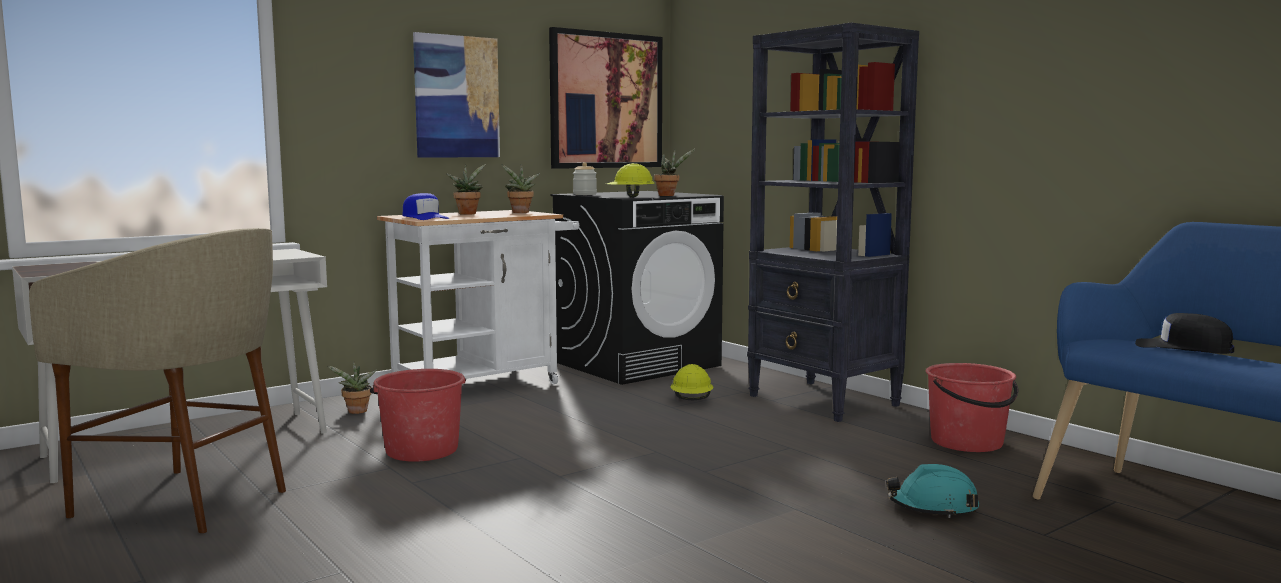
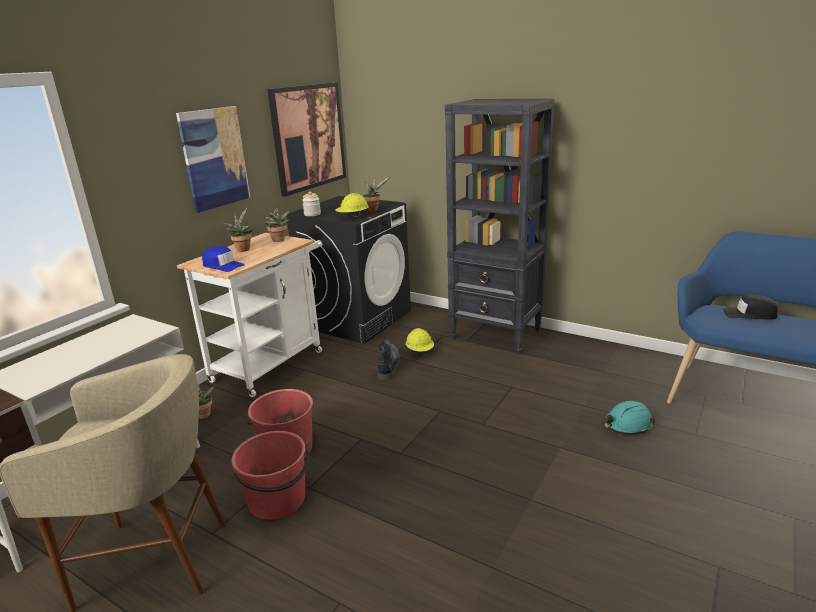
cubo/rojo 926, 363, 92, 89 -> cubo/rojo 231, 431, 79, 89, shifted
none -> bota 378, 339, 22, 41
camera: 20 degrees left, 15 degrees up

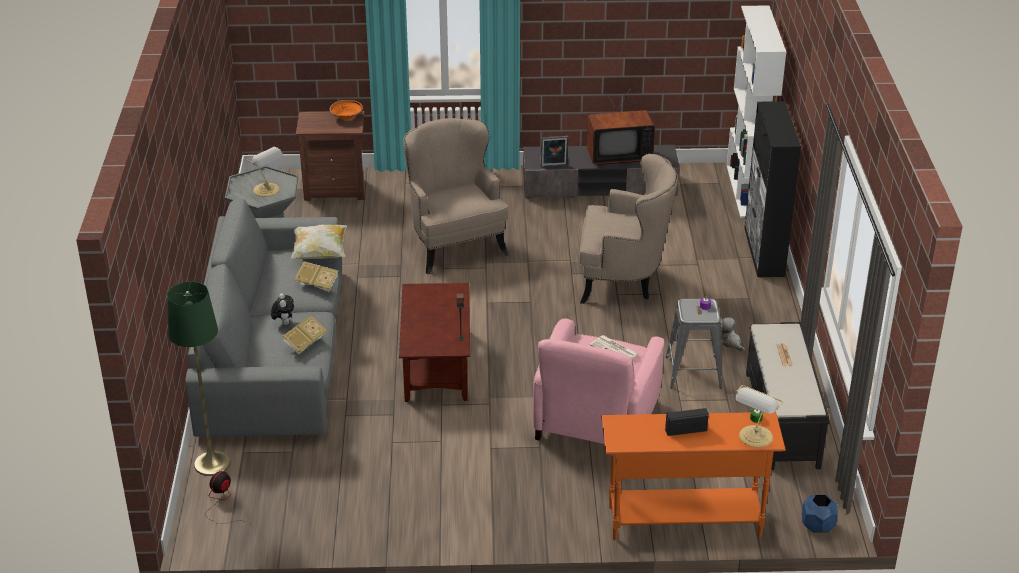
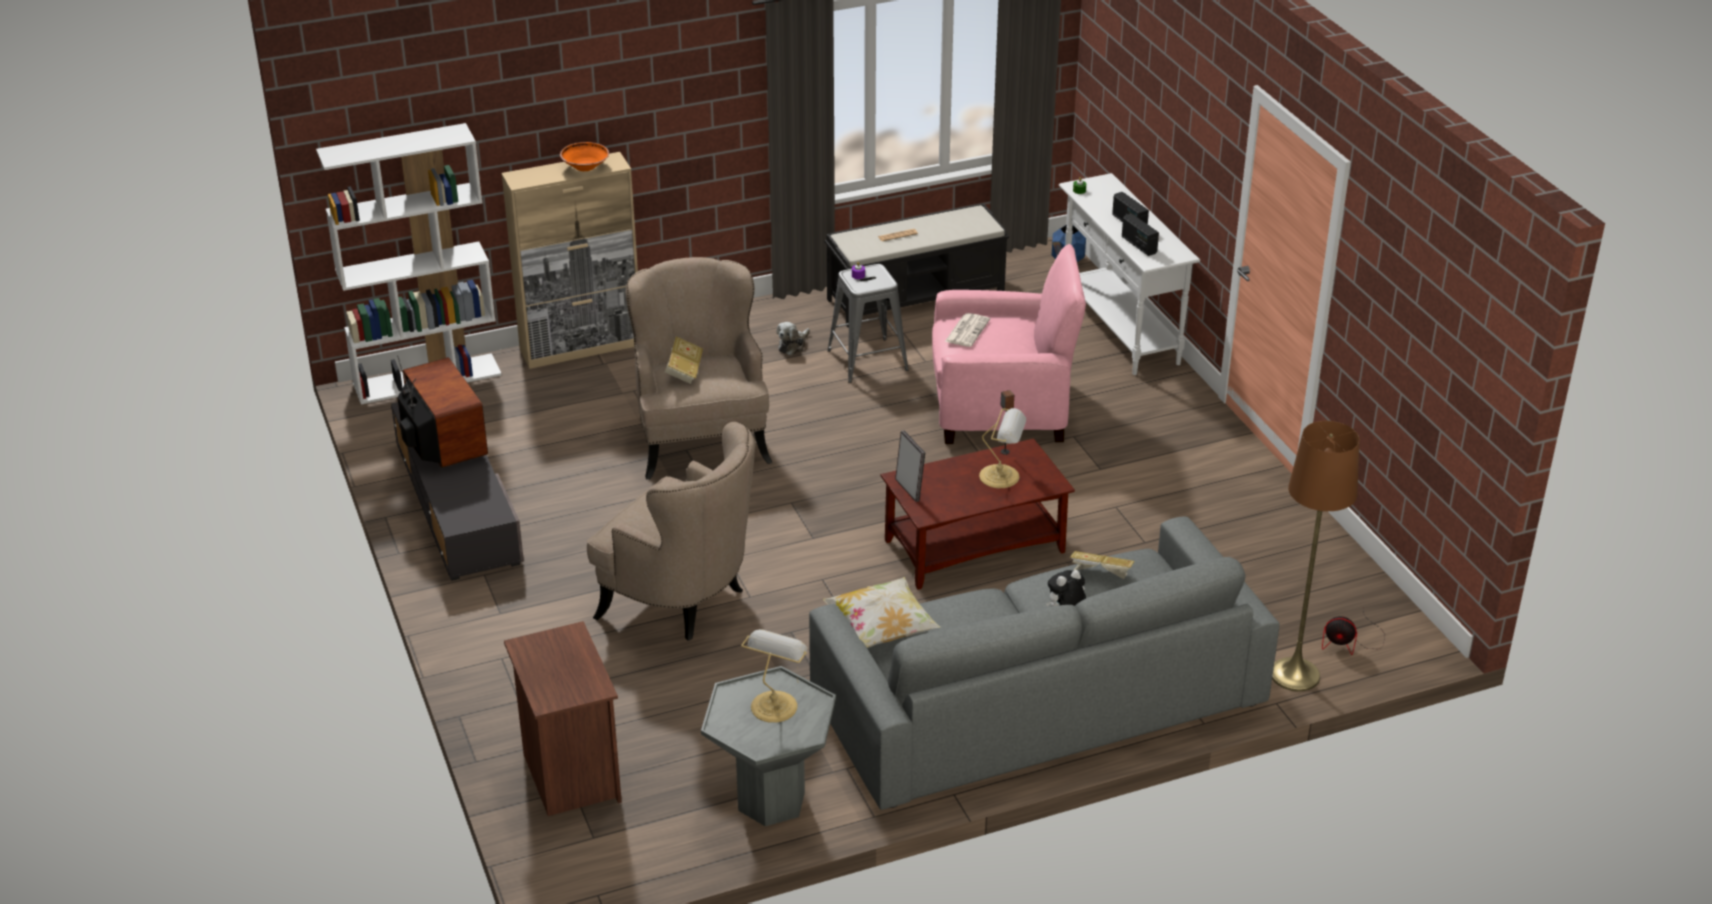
armario/negro 744, 101, 57, 176 -> armario/beis 502, 152, 136, 217
cuenco/naranja 329, 100, 34, 20 -> cuenco/naranja 560, 142, 49, 29, shifted
sillón/beis 403, 118, 106, 156 -> sillón/beis 587, 422, 169, 219, 105 degrees counterclockwise
libro 294, 261, 44, 31 -> libro 665, 336, 38, 48, shifted
portarretratos 541, 136, 27, 32 -> portarretratos 895, 430, 30, 72, shifted
lámpara de mesa 735, 385, 49, 63 -> lámpara de mesa 979, 408, 47, 80, shifted
mesa consola/naranja 601, 412, 185, 128 -> mesa consola/blanco 1059, 173, 141, 202
none -> radio 1122, 214, 37, 42
lámpara de pie/verde 167, 282, 63, 194 -> lámpara de pie/marrón 1272, 421, 88, 270
camera: 110 degrees left, 0 degrees up

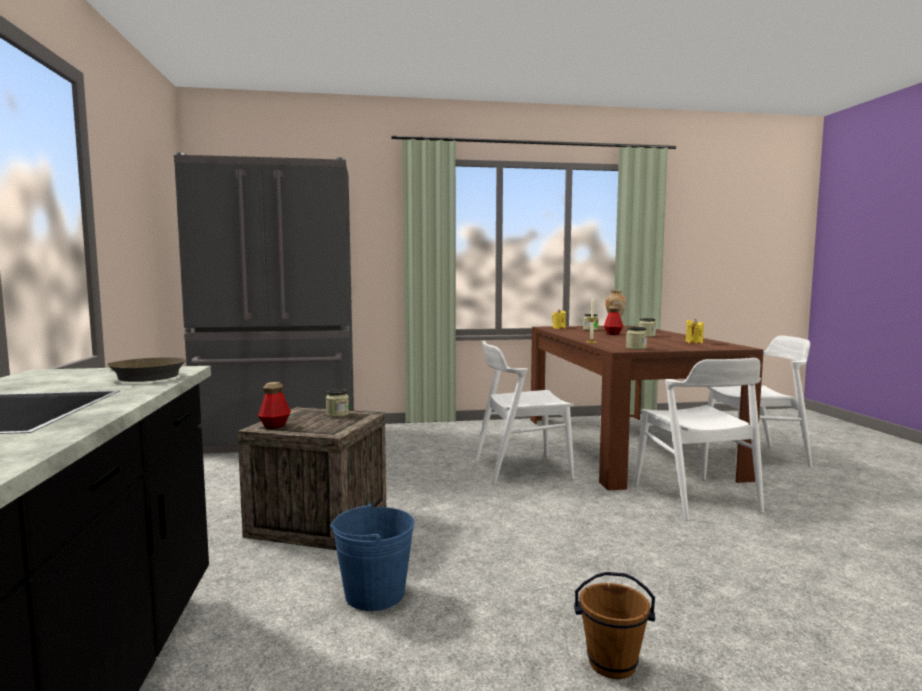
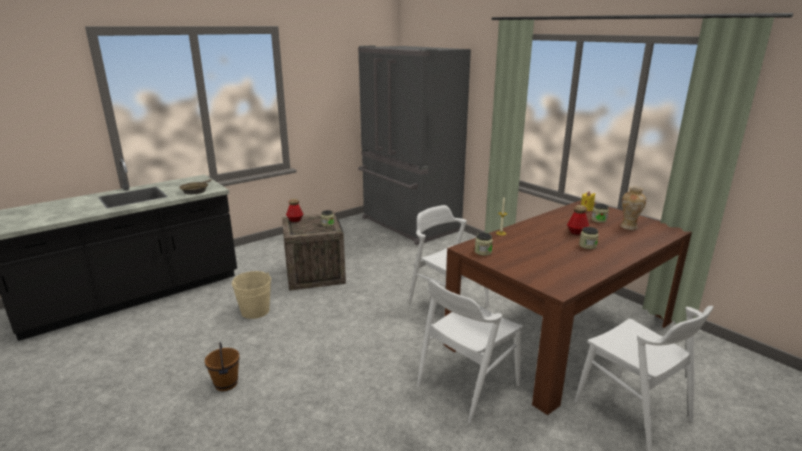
cubo/azul 330, 503, 85, 108 -> cubo/beis 232, 271, 39, 48
vela/amarillo 686, 319, 18, 25 -> none
camera: 60 degrees right, 15 degrees up

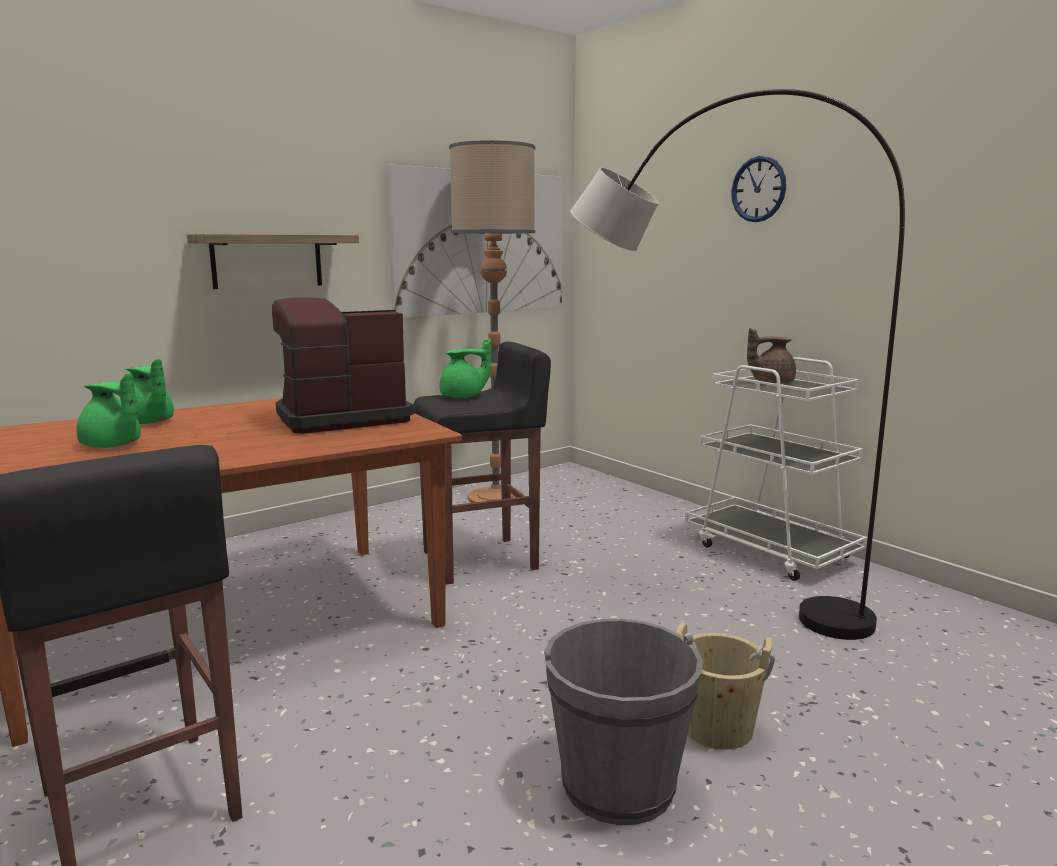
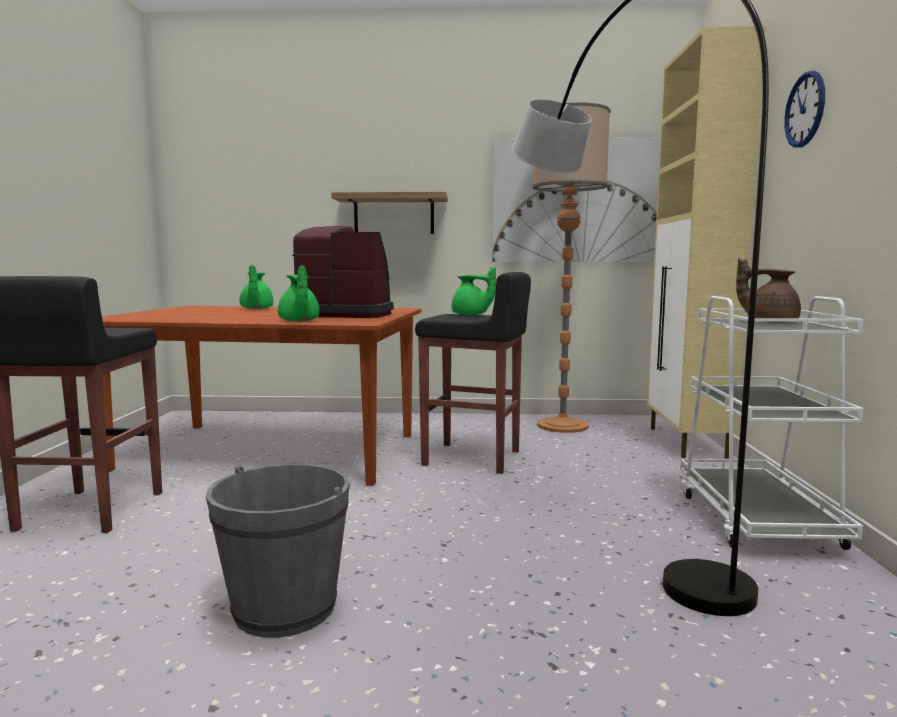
tetera/verde 76, 373, 65, 75 -> tetera/verde 278, 265, 41, 56, shifted
none -> armario/beis 647, 26, 119, 433
cubo/beis 676, 622, 99, 127 -> none
camera: 40 degrees right, 5 degrees down

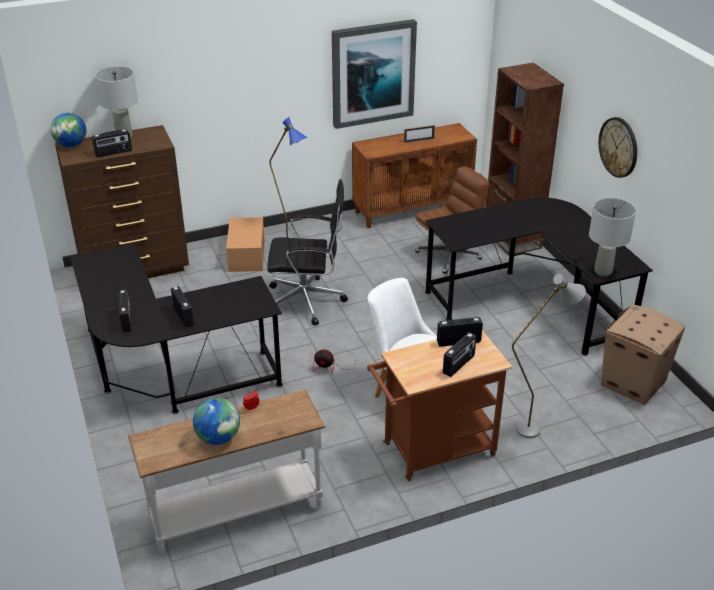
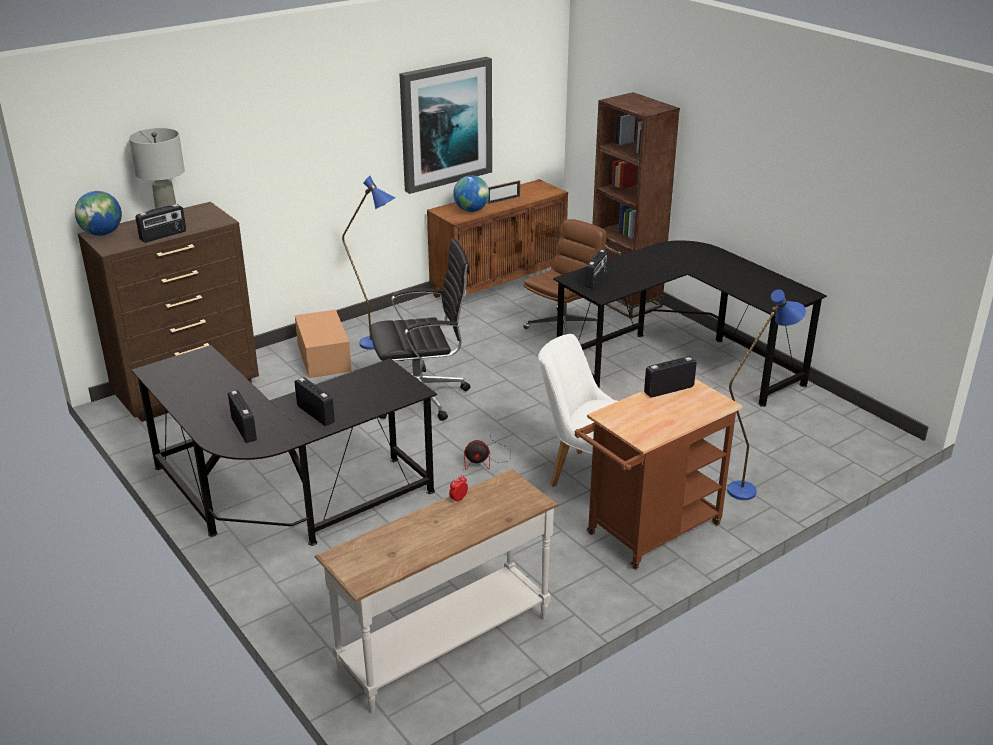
globo terráqueo 193, 398, 47, 47 -> globo terráqueo 453, 175, 36, 37, shifted
radio 443, 332, 33, 45 -> radio 585, 250, 23, 39, shifted
lámpara de pie/gris 512, 274, 74, 164 -> lámpara de pie/azul 727, 289, 79, 211
lámpara de mesa/gris 589, 198, 47, 78 -> none
reloj de pared 599, 117, 38, 61 -> none
caja de cartón 601, 304, 84, 101 -> none
camera: 15 degrees left, 5 degrees down

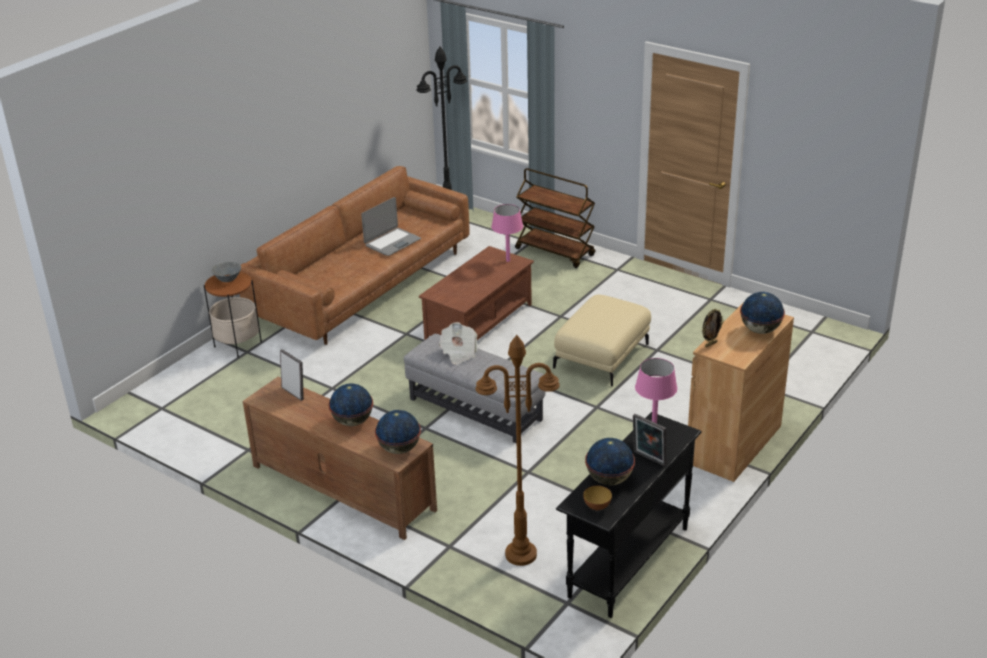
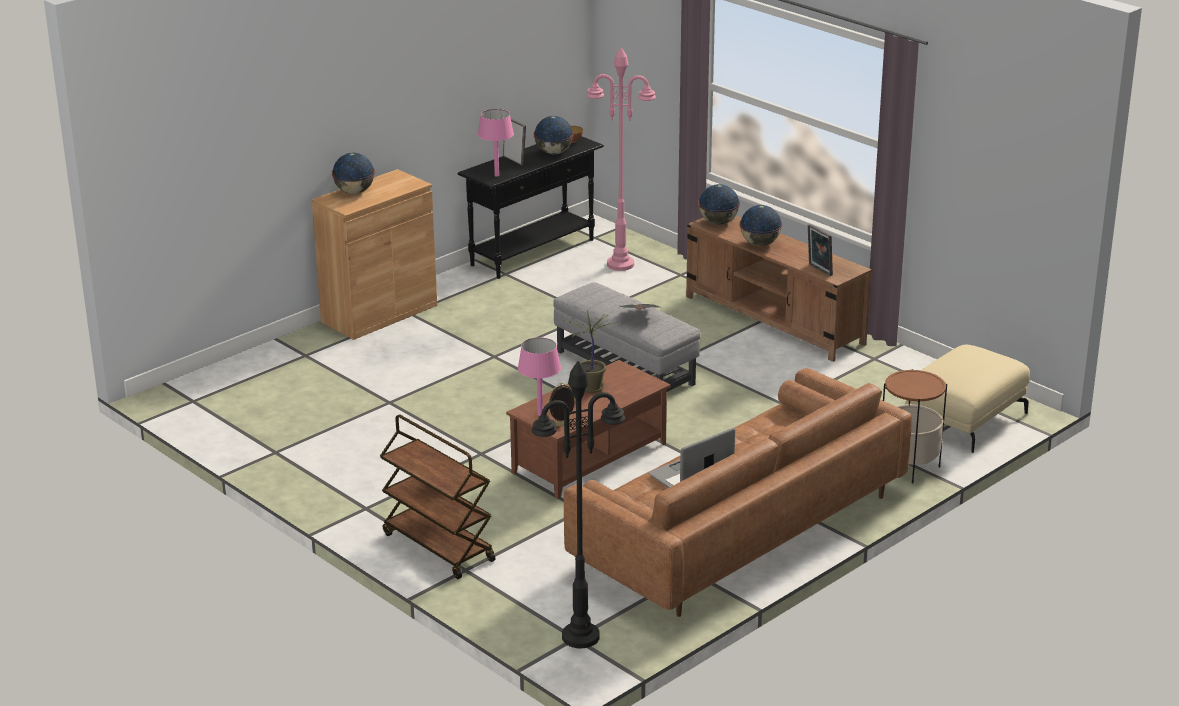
portarretratos 702, 309, 22, 38 -> portarretratos 547, 383, 29, 43, shifted
none -> planta en maceta 564, 310, 53, 83
lámpara de pie/marrón 476, 335, 84, 231 -> lámpara de pie/rosa 586, 47, 70, 224
puf/beis 553, 295, 98, 91 -> puf/beis 905, 345, 125, 108, shifted
cuenco/gris 211, 262, 30, 20 -> none
camera: 170 degrees left, 5 degrees down

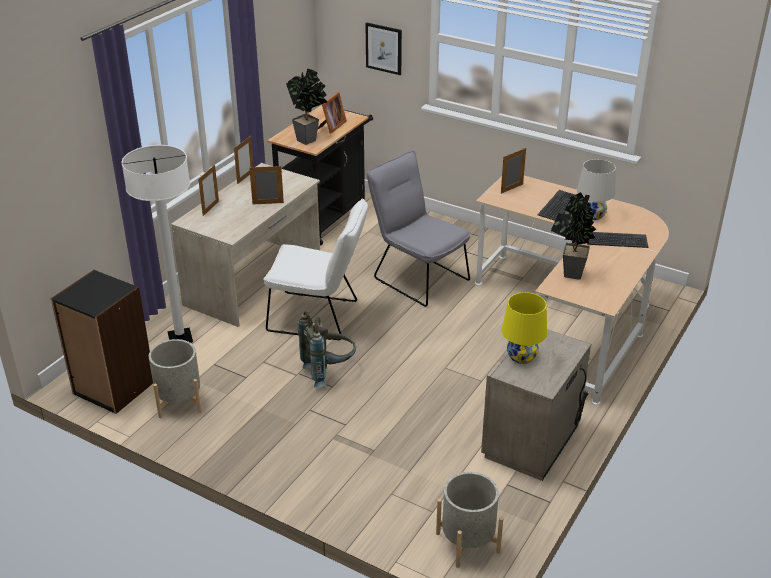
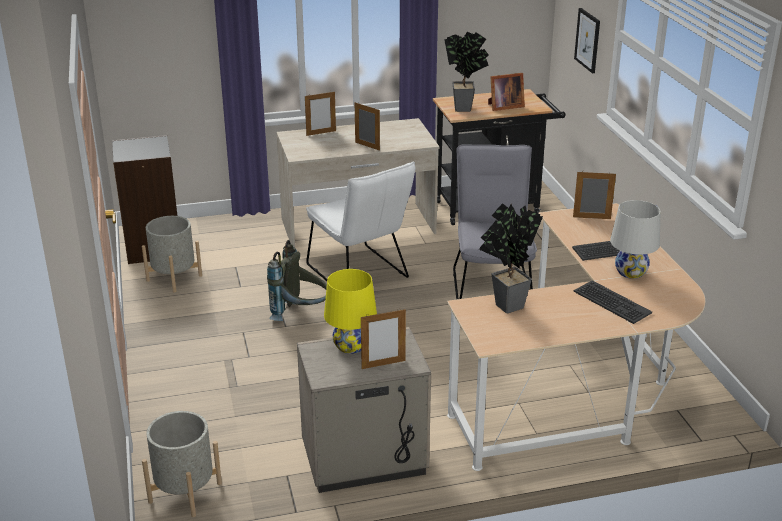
portarretratos 234, 136, 20, 48 -> portarretratos 361, 308, 45, 61, shifted
lámpara de pie/blanco 122, 145, 71, 198 -> none
camera: 45 degrees right, 5 degrees down

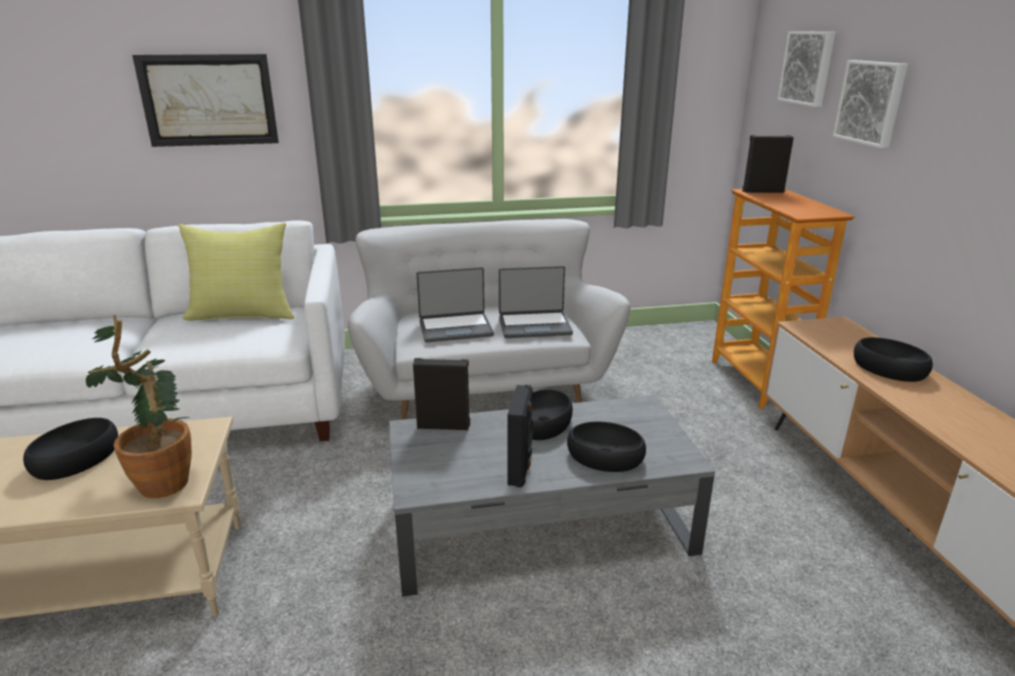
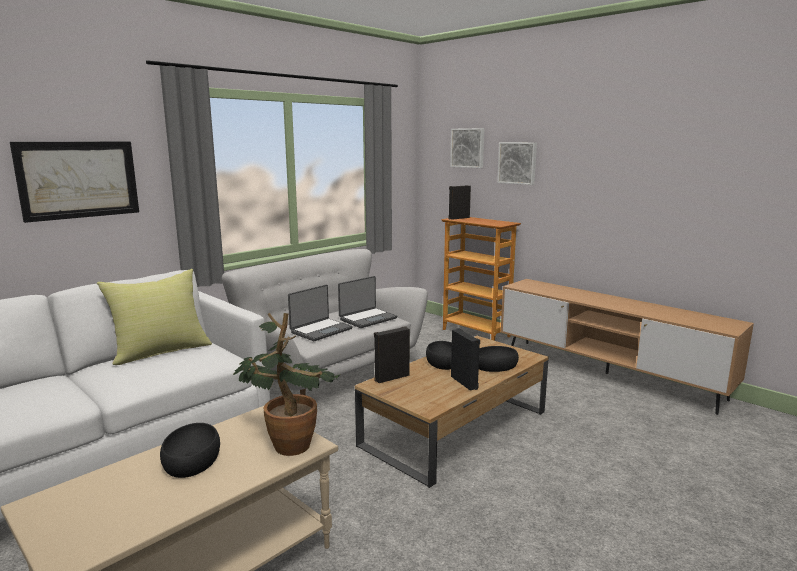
mesa de centro/gris 389, 395, 326, 202 -> mesa de centro/marrón 355, 336, 194, 152
cuenco/negro 854, 337, 79, 45 -> none
camera: 35 degrees left, 10 degrees down

